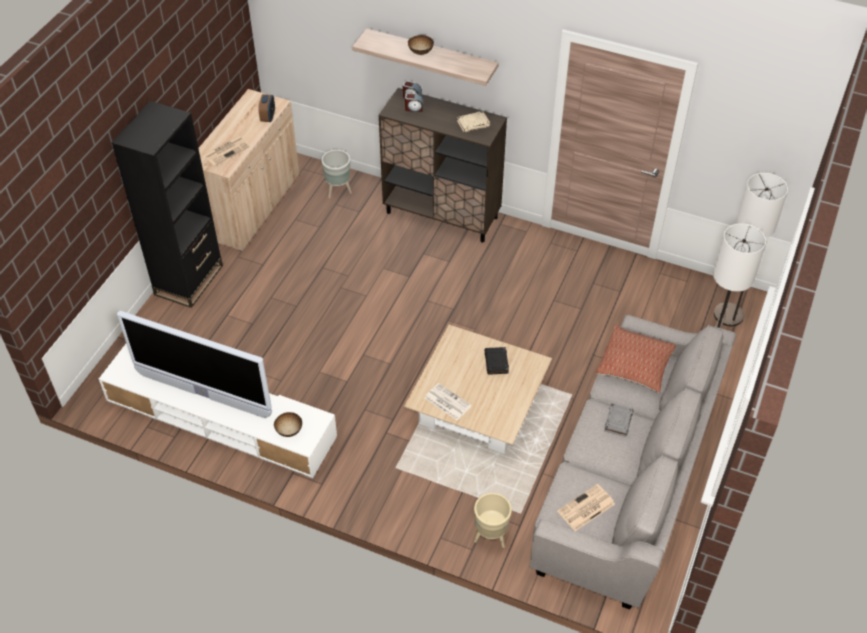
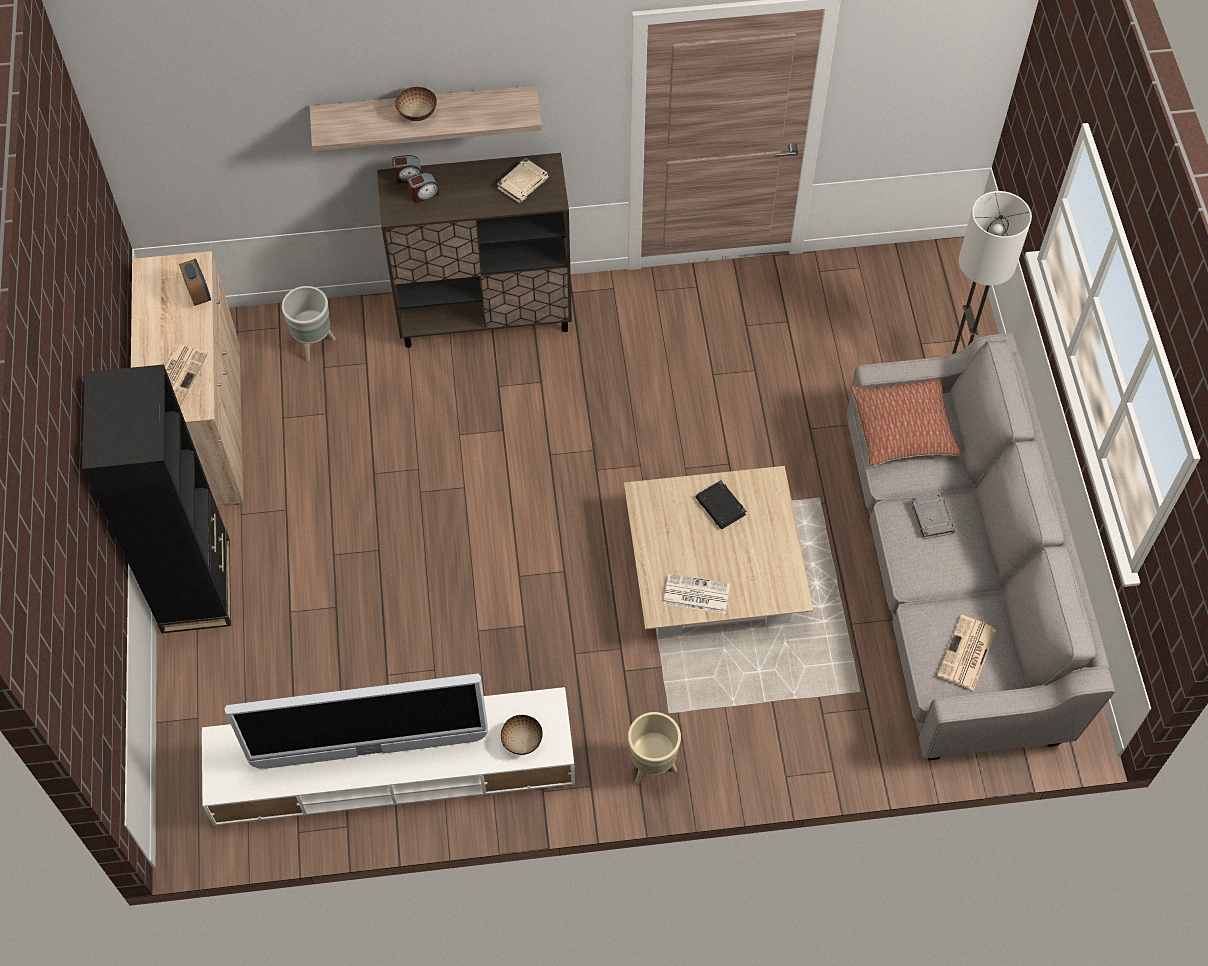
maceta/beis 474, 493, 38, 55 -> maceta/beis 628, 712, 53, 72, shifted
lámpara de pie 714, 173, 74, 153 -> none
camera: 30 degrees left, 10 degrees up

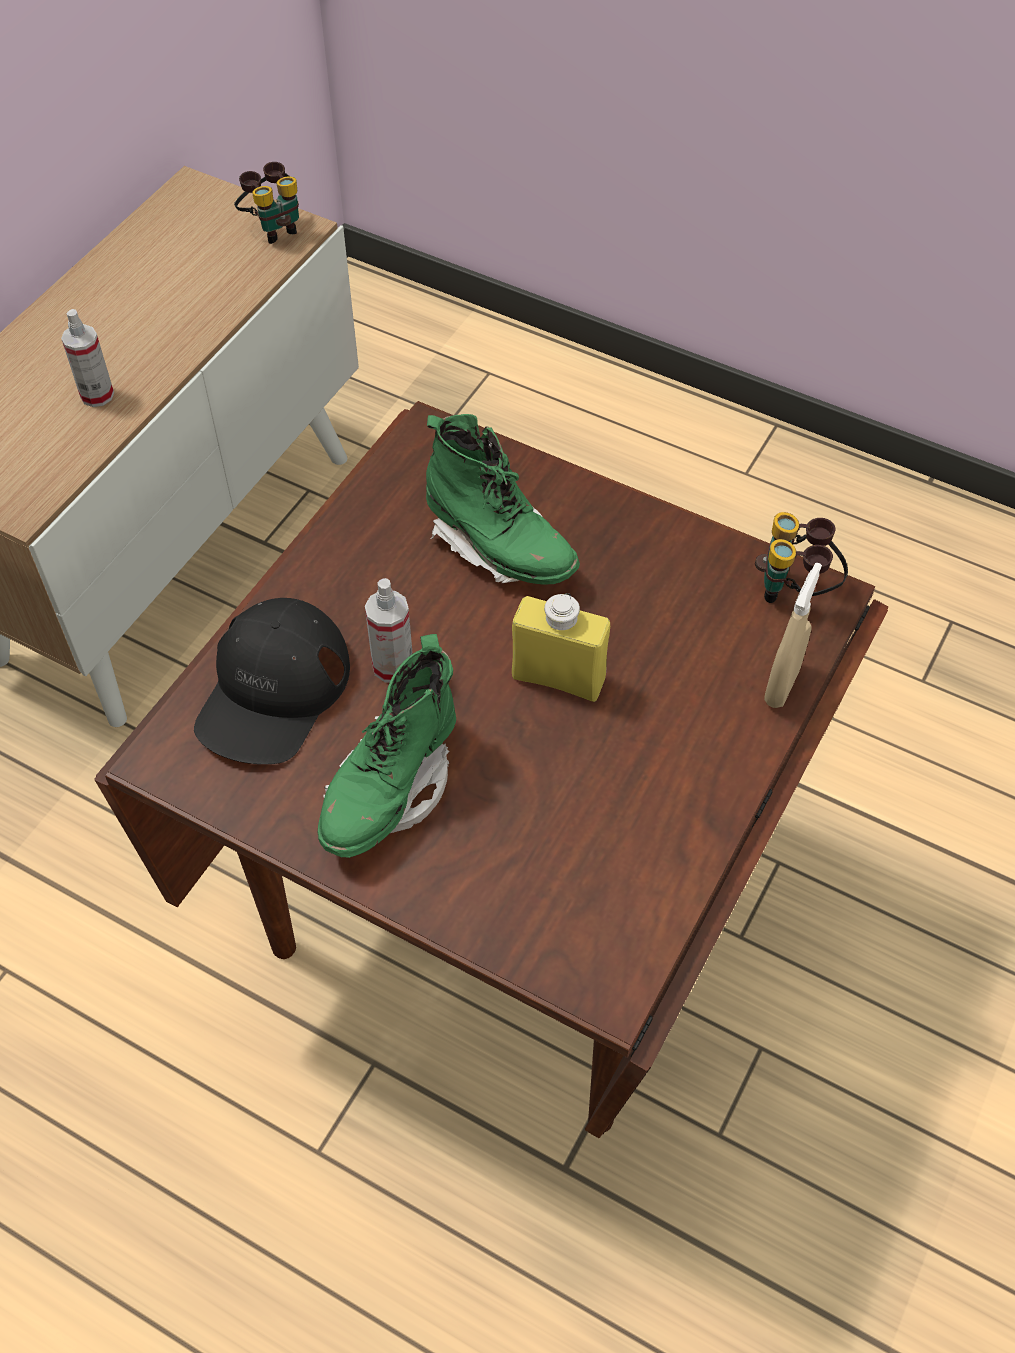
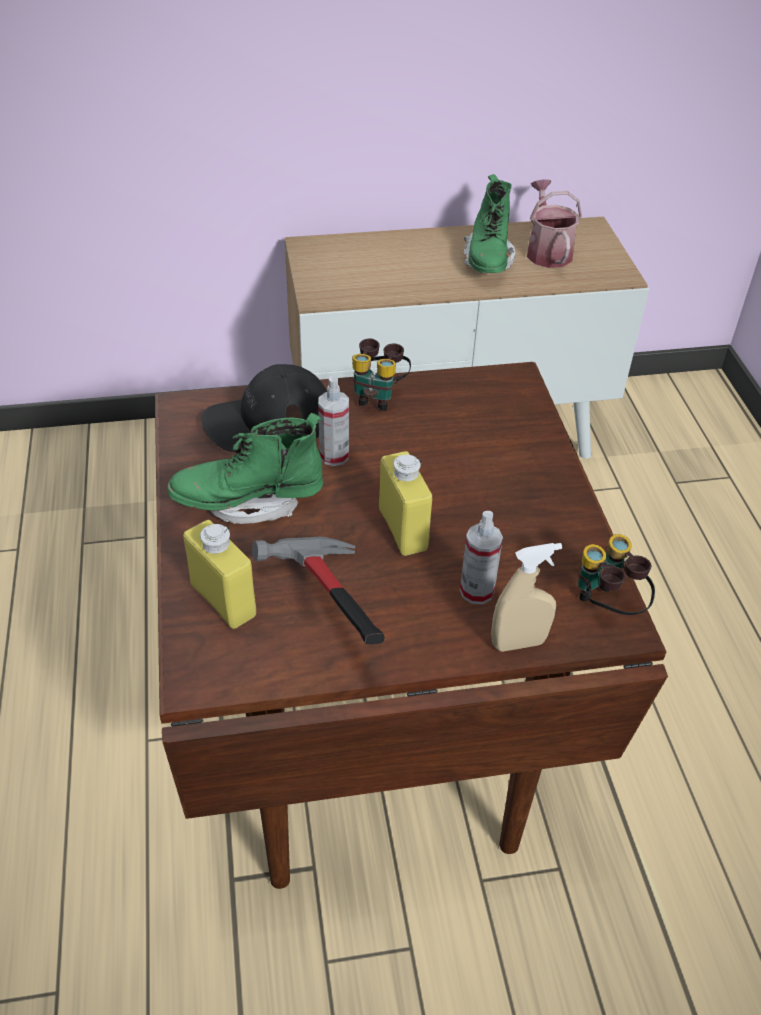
none -> botella/amarillo 183, 520, 73, 109
none -> martillo 252, 536, 133, 108
prismáticos 234, 162, 65, 82 -> prismáticos 352, 338, 59, 73, shifted
pulverizador 61, 309, 53, 98 -> pulverizador 460, 511, 43, 93, shifted
bota/verde 426, 414, 154, 171 -> bota/verde 464, 174, 52, 99, shifted
none -> regadera 527, 179, 55, 89
camera: 50 degrees right, 10 degrees down

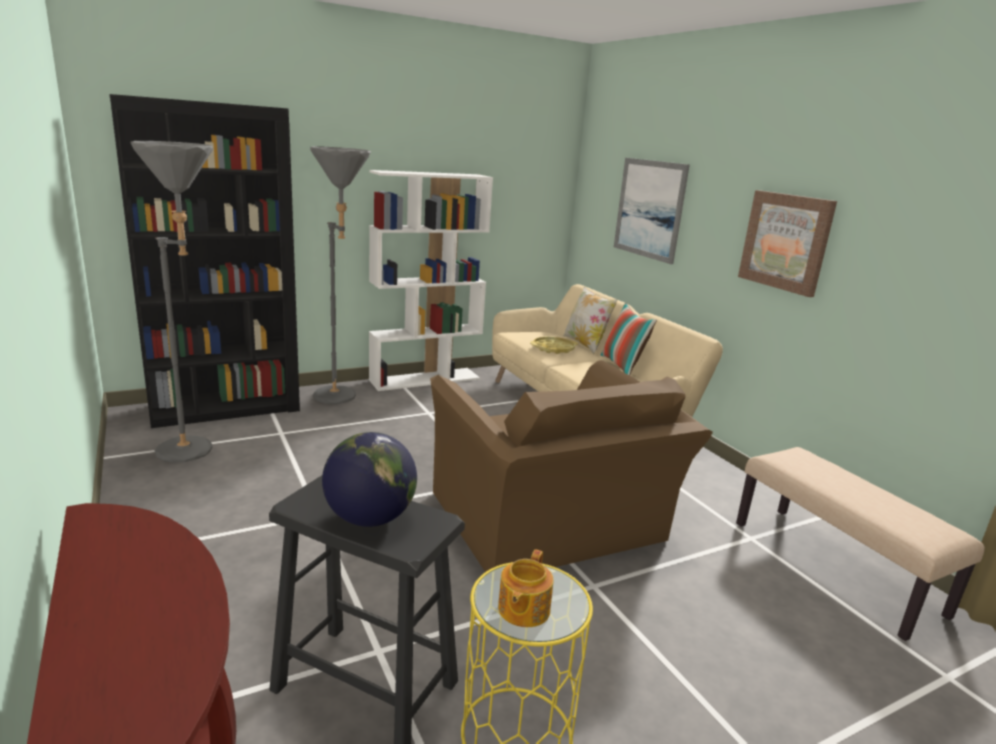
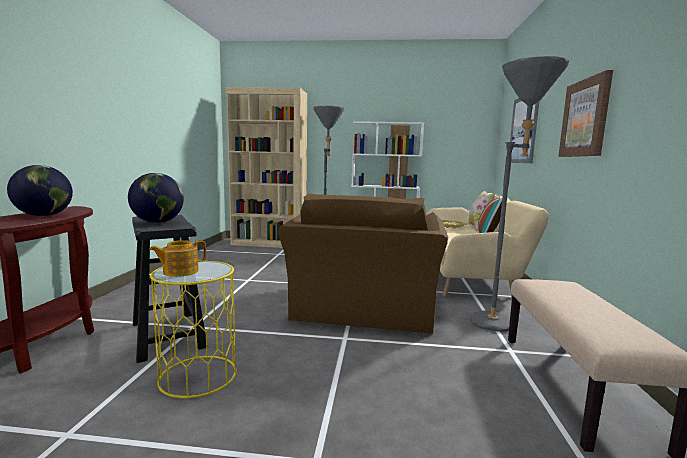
none -> globo terráqueo 7, 165, 66, 51
estantería/negro 109, 94, 191, 334 -> estantería/beis 226, 87, 81, 161
lámpara de pie/gris 130, 141, 83, 322 -> lámpara de pie/gris 470, 56, 99, 276, shifted
camera: 35 degrees right, 10 degrees down

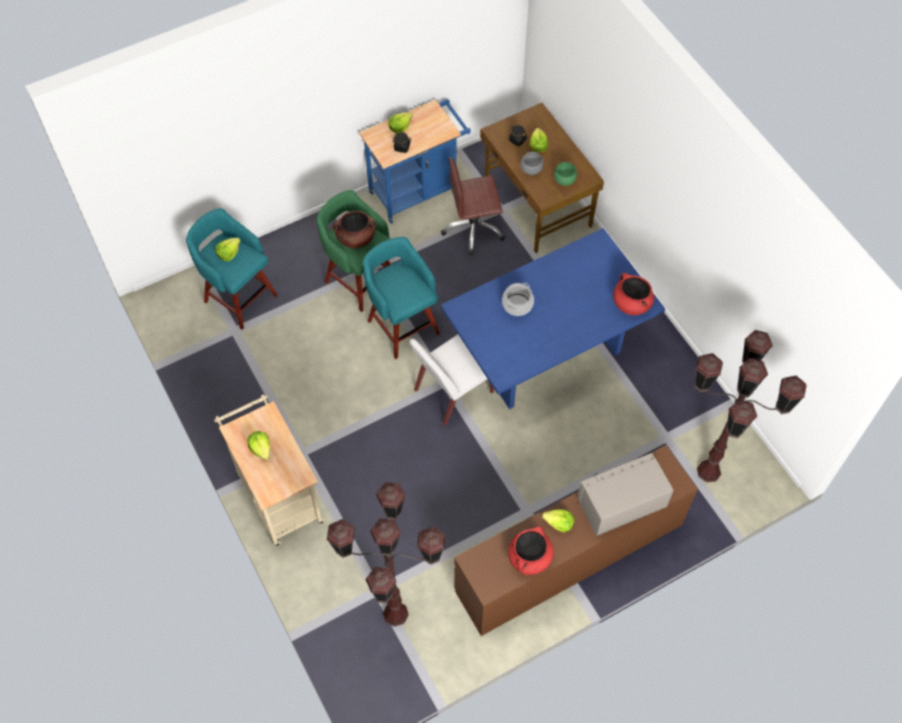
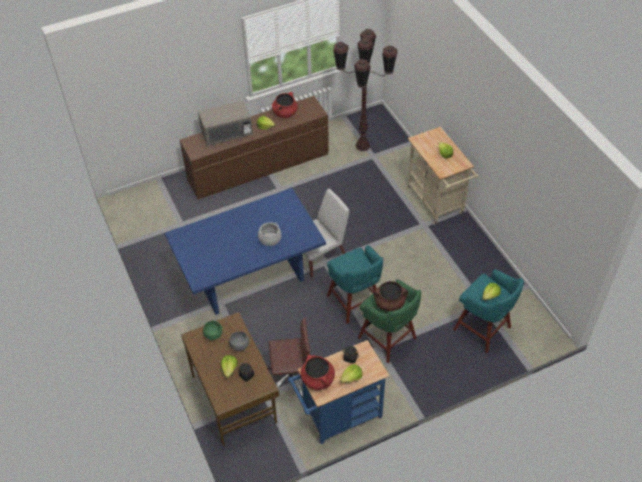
olla/rojo 613, 273, 41, 42 -> olla/rojo 301, 355, 34, 35, shifted
lámpara de pie/marrón 694, 330, 112, 152 -> none
camera: 175 degrees left, 10 degrees down

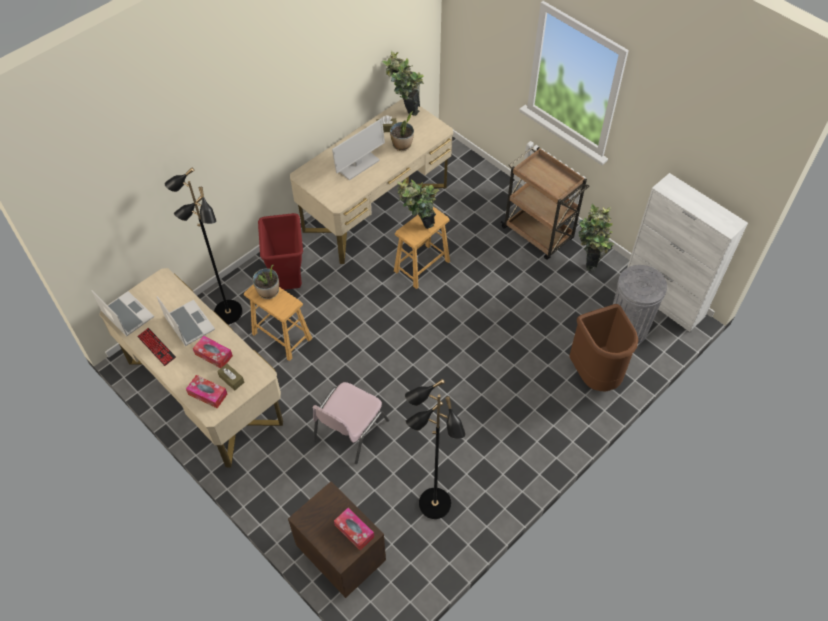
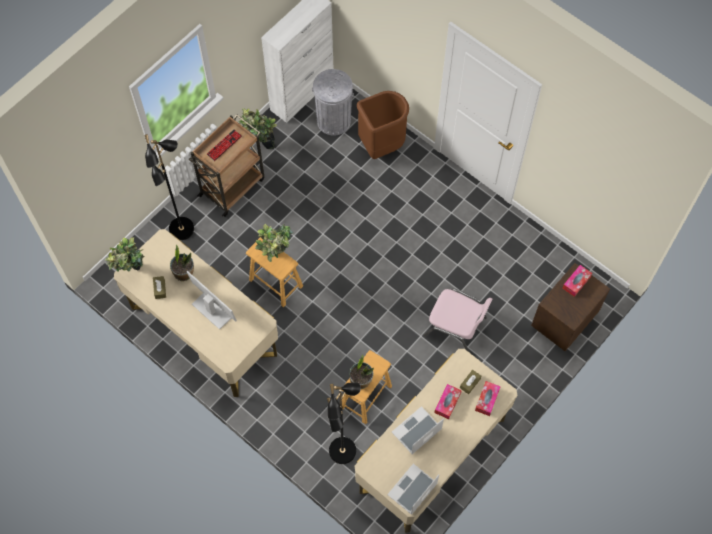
lámpara de pie/negro 405, 379, 61, 140 -> lámpara de pie/negro 144, 134, 50, 106, shifted
teclado 137, 328, 39, 38 -> teclado 207, 129, 35, 32, shifted
papelera/rojo 258, 213, 45, 77 -> none
camera: 95 degrees left, 10 degrees up

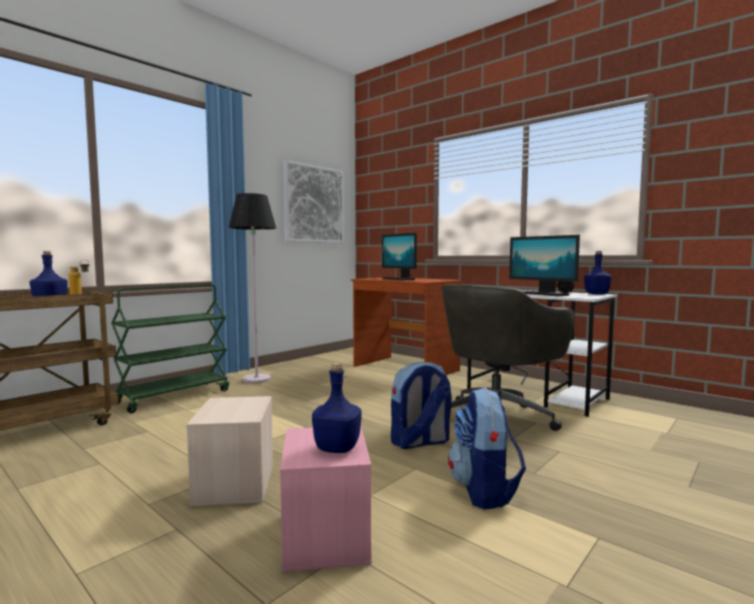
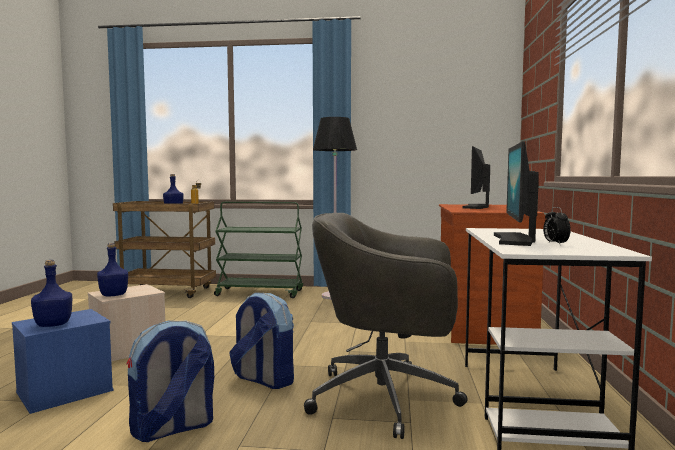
caja de almacenaje/rosa 280, 427, 91, 145 -> caja de almacenaje/azul 12, 309, 102, 105
botella/azul 584, 251, 28, 44 -> botella/azul 97, 243, 31, 53, shifted
cuadro 283, 160, 61, 84 -> none
camera: 55 degrees right, 0 degrees up

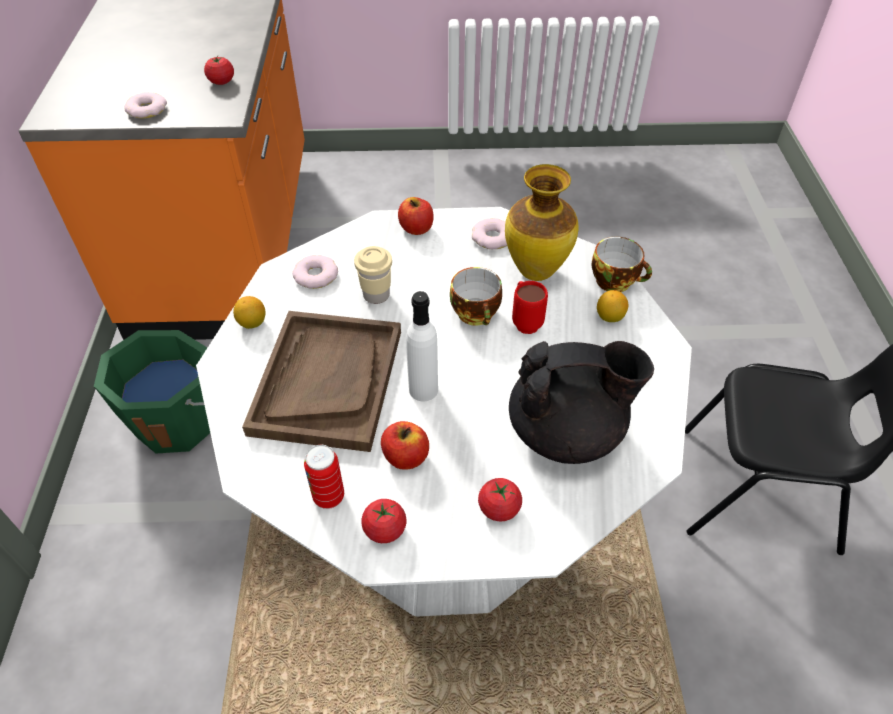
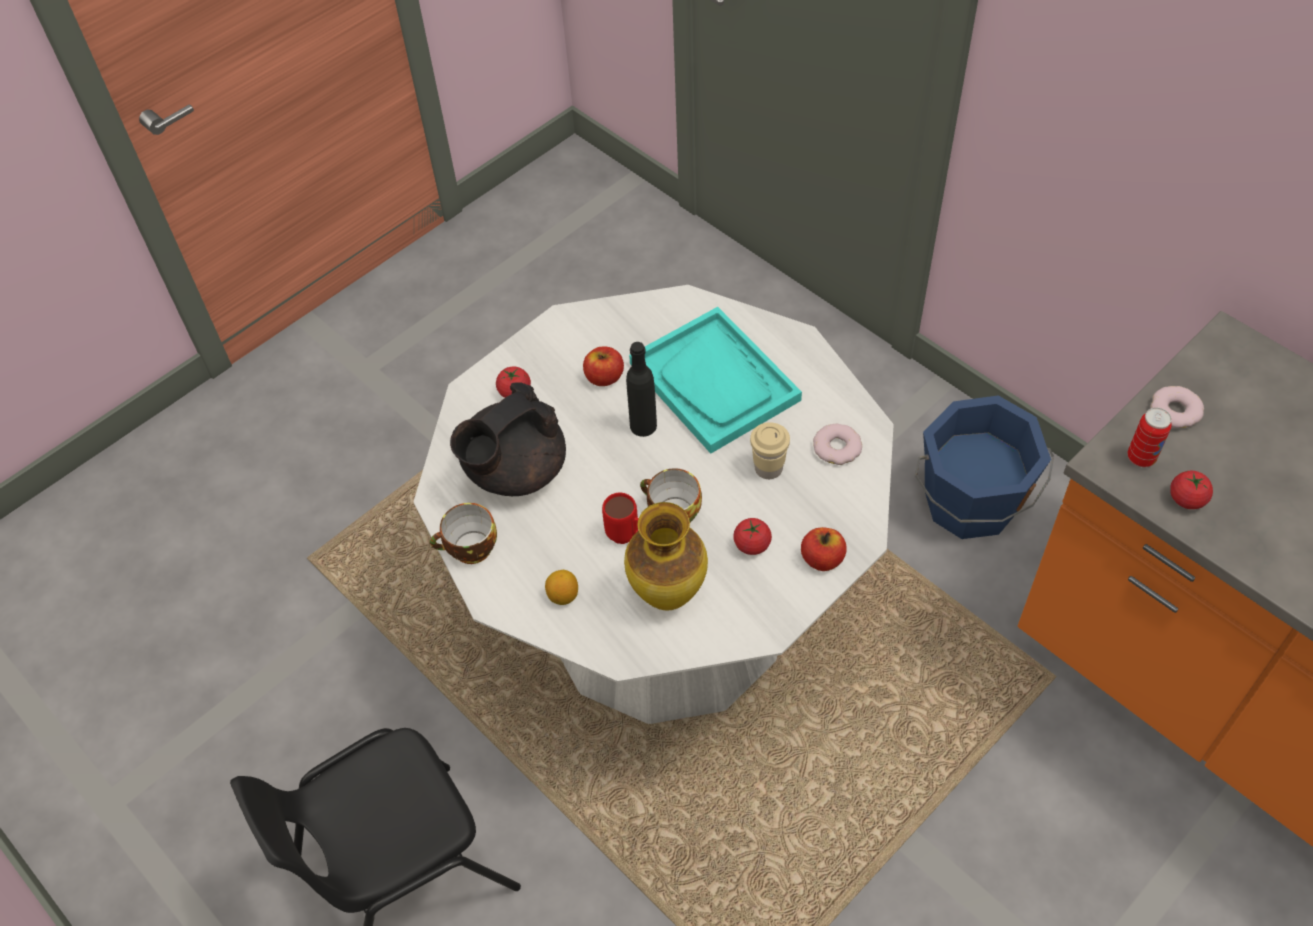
taza 592, 237, 60, 55 -> taza 430, 503, 67, 61, shifted
botella/blanco 406, 291, 32, 111 -> botella/negro 626, 342, 31, 95
bandeja/marrón 242, 311, 159, 141 -> bandeja/turquesa 629, 307, 173, 147
tomate 361, 499, 46, 44 -> tomate 733, 518, 39, 37, shifted
cubo/verde 94, 330, 116, 124 -> cubo/azul 914, 396, 140, 143
lata 304, 445, 40, 64 -> lata 1128, 408, 44, 59, shifted
limón 233, 296, 32, 33 -> none
rosquilla 472, 218, 35, 31 -> none
camera: 140 degrees right, 5 degrees up

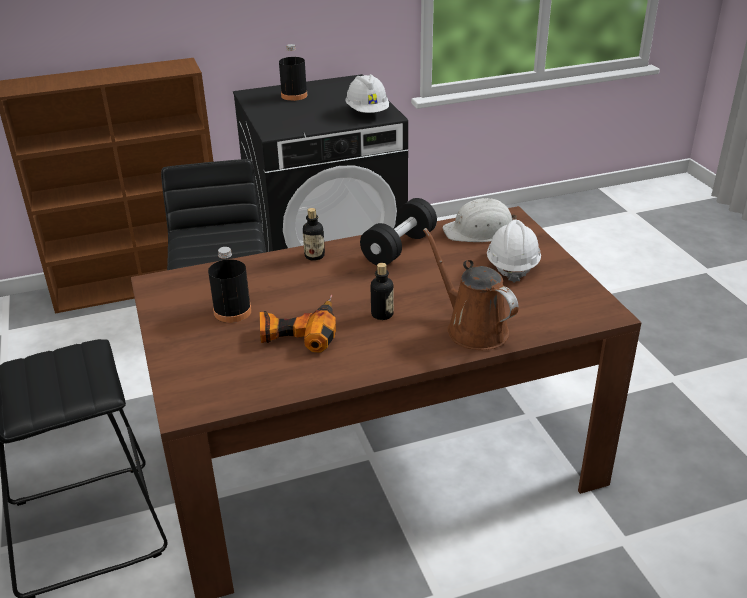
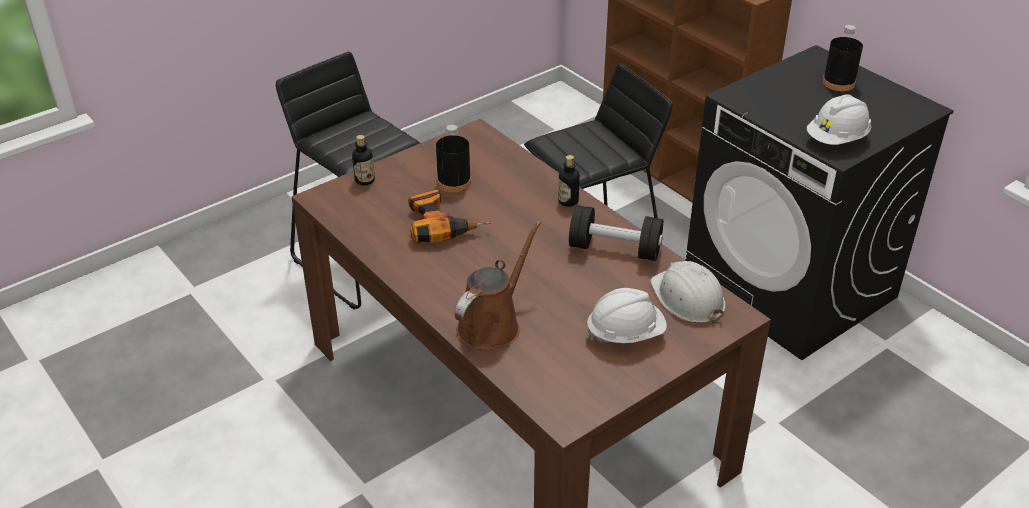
botella 371, 263, 23, 57 -> botella 352, 135, 23, 50, shifted
camera: 70 degrees right, 5 degrees up

